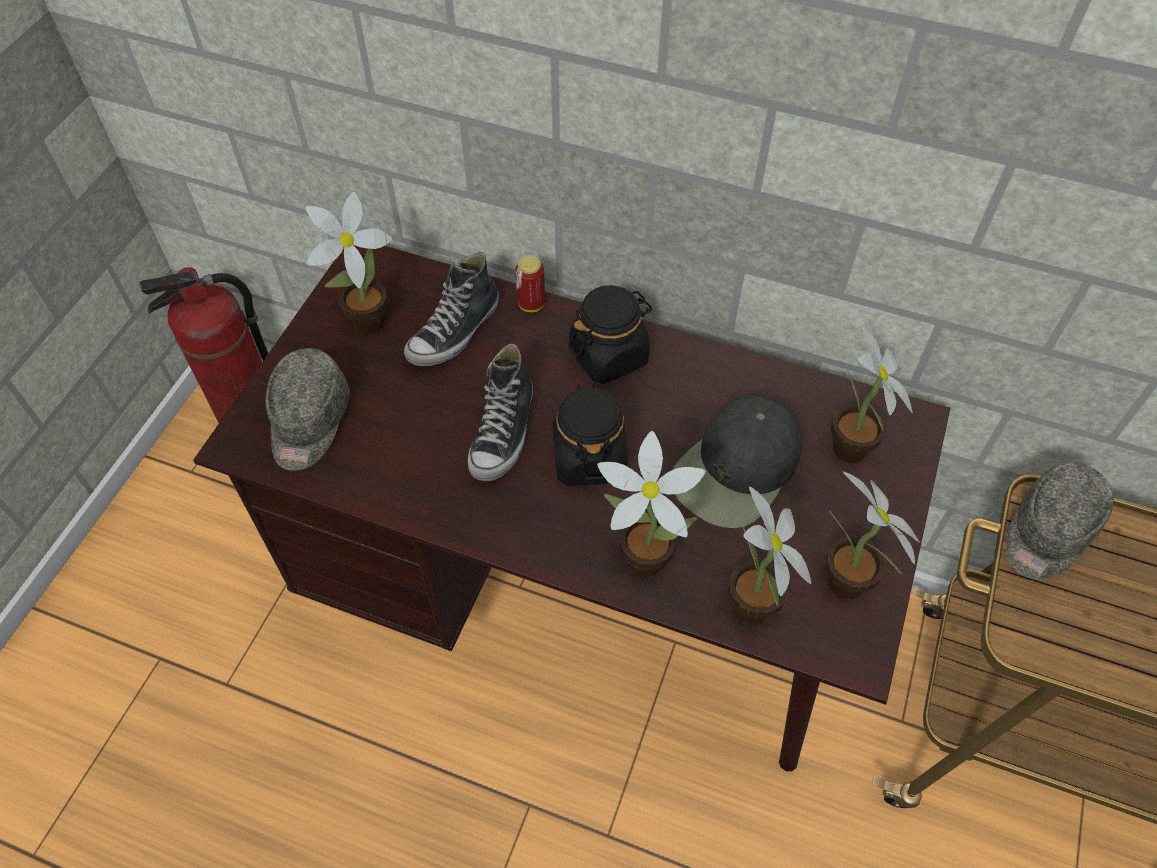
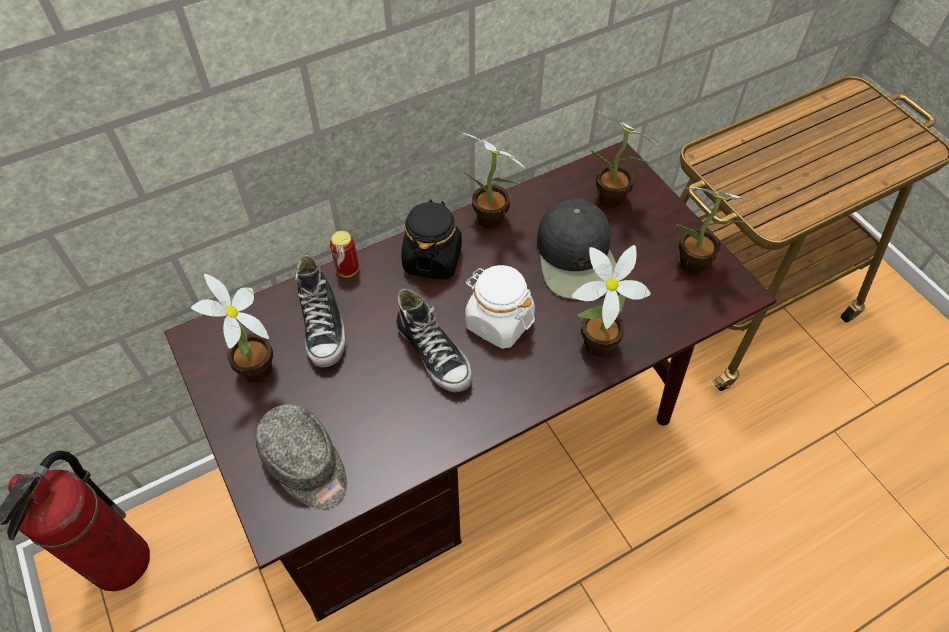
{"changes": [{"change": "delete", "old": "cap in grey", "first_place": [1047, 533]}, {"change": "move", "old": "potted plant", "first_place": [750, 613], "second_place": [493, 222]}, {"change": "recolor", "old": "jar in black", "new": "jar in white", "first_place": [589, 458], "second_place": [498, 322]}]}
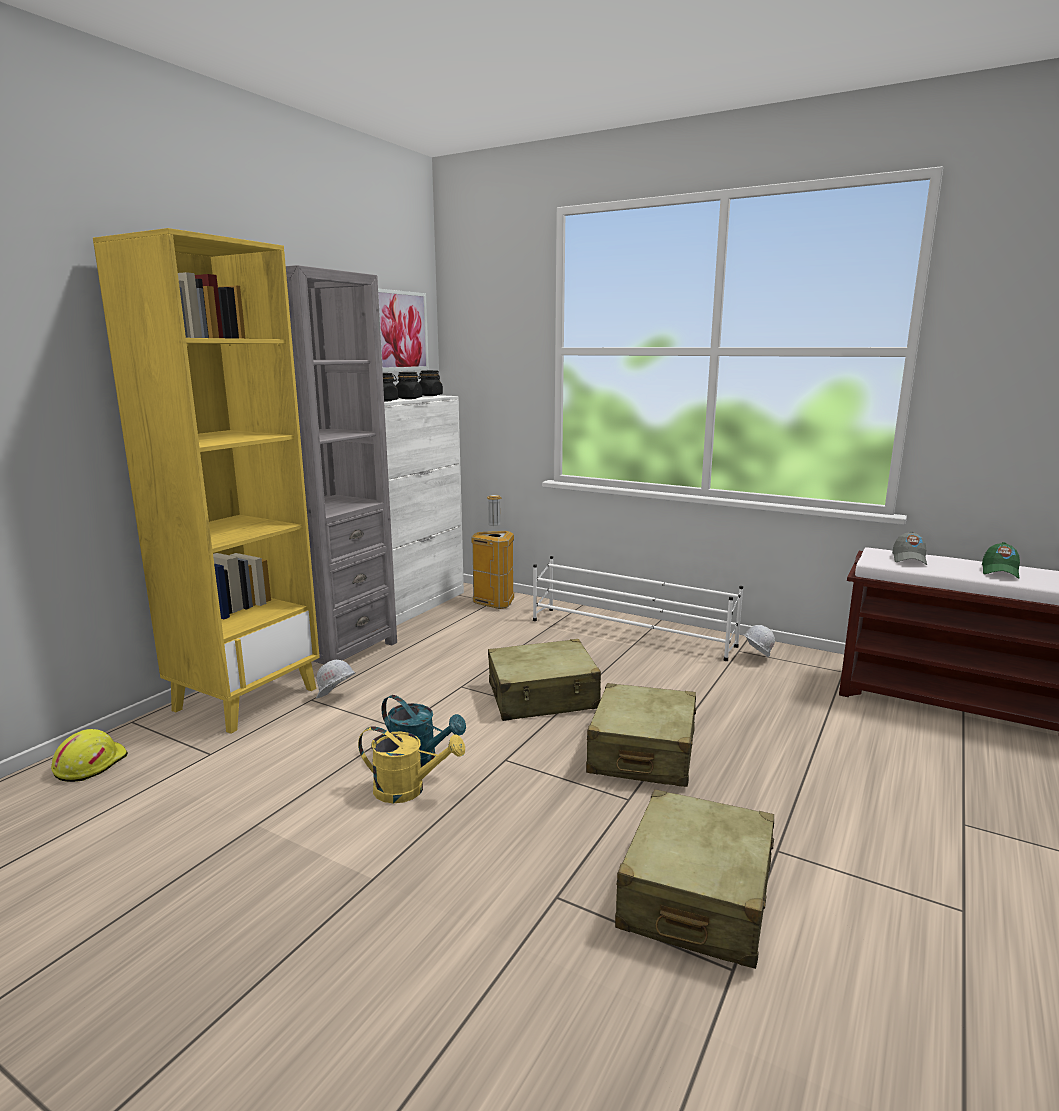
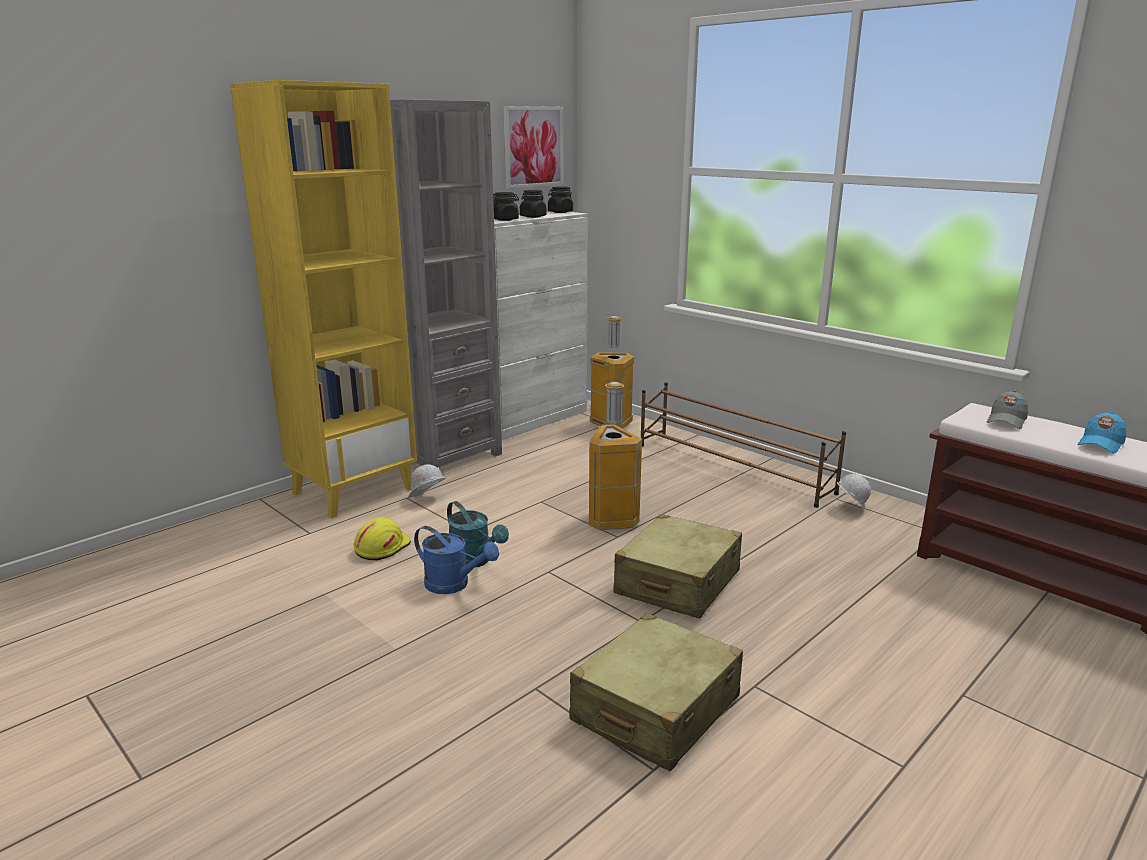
{"changes": [{"change": "move", "old": "hard hat in yellow", "first_place": [90, 764], "second_place": [381, 547]}, {"change": "replace", "old": "suitcase in beige", "new": "trash can", "first_place": [543, 697], "second_place": [611, 520]}, {"change": "recolor", "old": "watering can in yellow", "new": "watering can in blue", "first_place": [408, 790], "second_place": [454, 585]}, {"change": "recolor", "old": "shoe rack in white", "new": "shoe rack in brown", "first_place": [631, 633], "second_place": [732, 468]}, {"change": "recolor", "old": "cap in green", "new": "cap in blue", "first_place": [999, 572], "second_place": [1100, 444]}]}
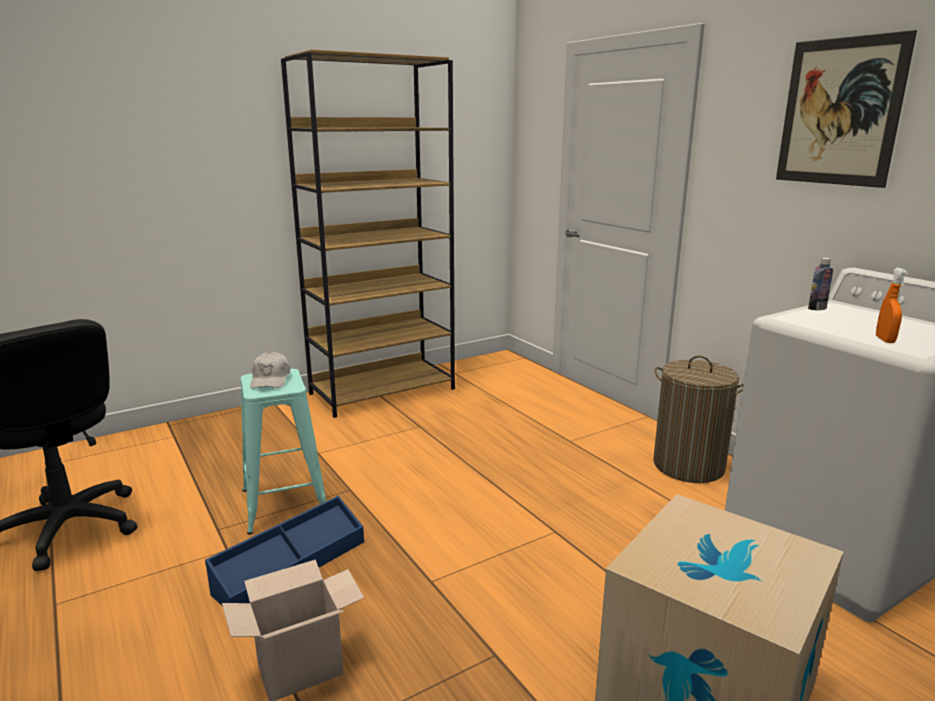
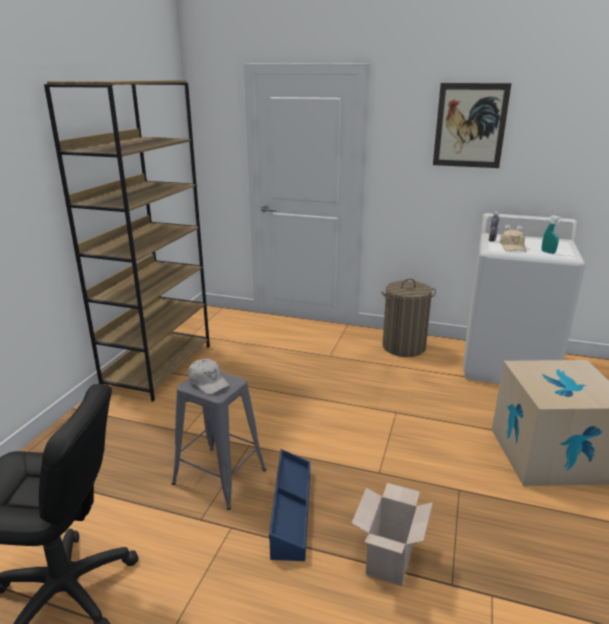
{"changes": [{"change": "insert", "new": "cap in beige", "second_place": [512, 247]}, {"change": "recolor", "old": "stool in turquoise", "new": "stool in grey", "first_place": [285, 503], "second_place": [219, 477]}, {"change": "recolor", "old": "spray bottle in orange", "new": "spray bottle in turquoise", "first_place": [885, 340], "second_place": [548, 252]}]}
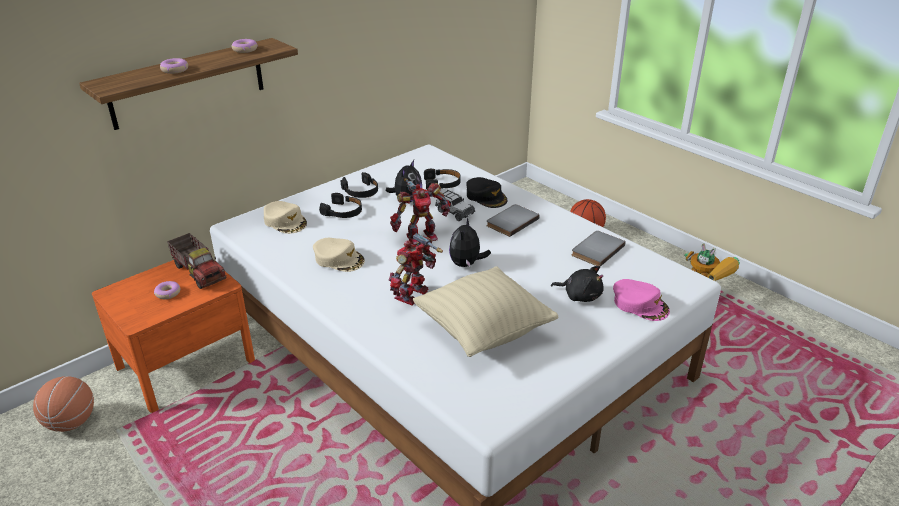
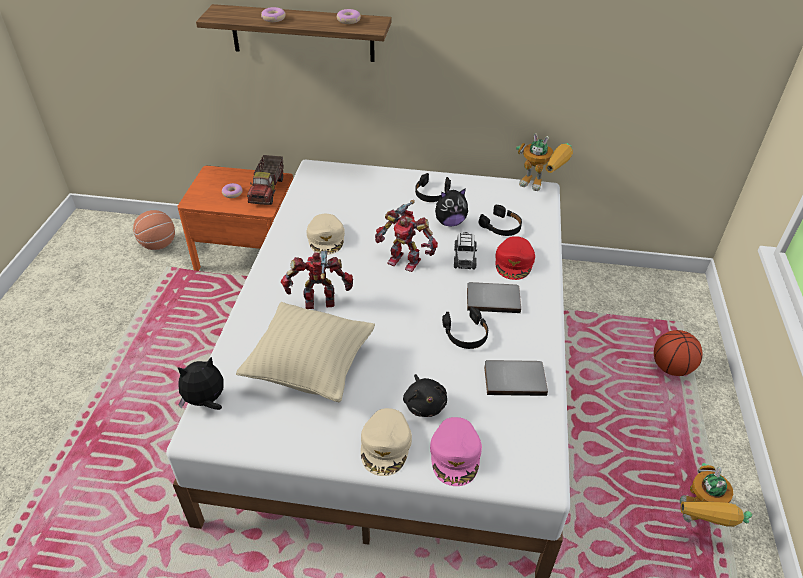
{"changes": [{"change": "insert", "new": "toy robot", "second_place": [541, 185]}, {"change": "move", "old": "cap in beige", "first_place": [285, 221], "second_place": [386, 445]}, {"change": "move", "old": "headphones in black", "first_place": [343, 211], "second_place": [466, 333]}, {"change": "move", "old": "plush toy", "first_place": [466, 264], "second_place": [206, 401]}, {"change": "recolor", "old": "cap in black", "new": "cap in red", "first_place": [486, 197], "second_place": [514, 262]}]}
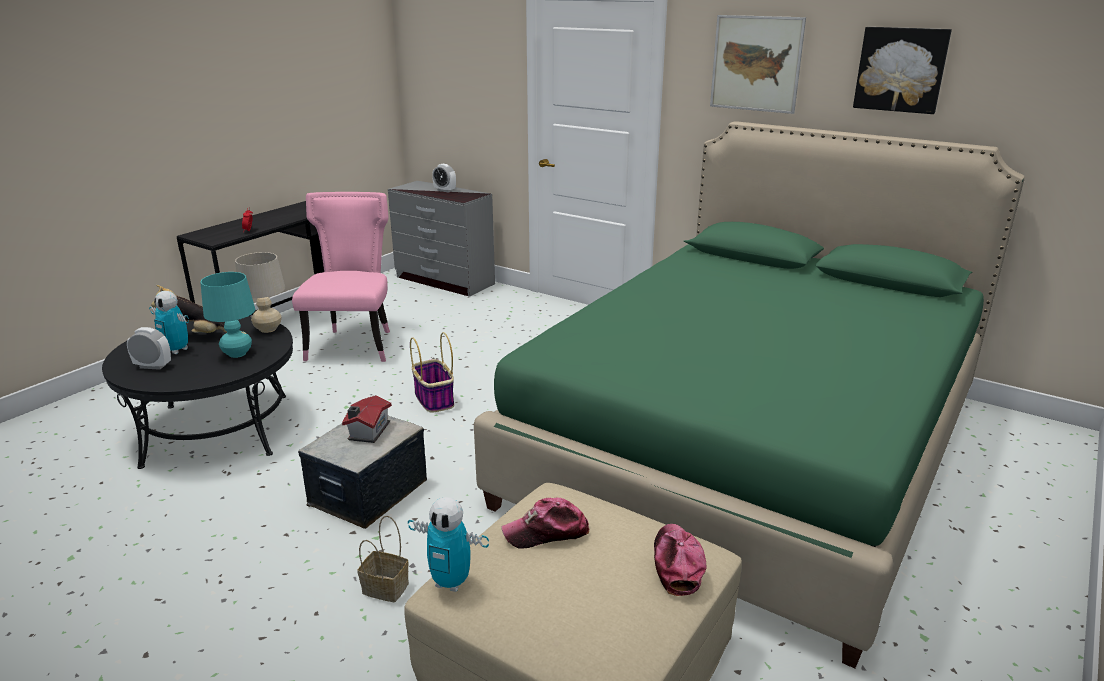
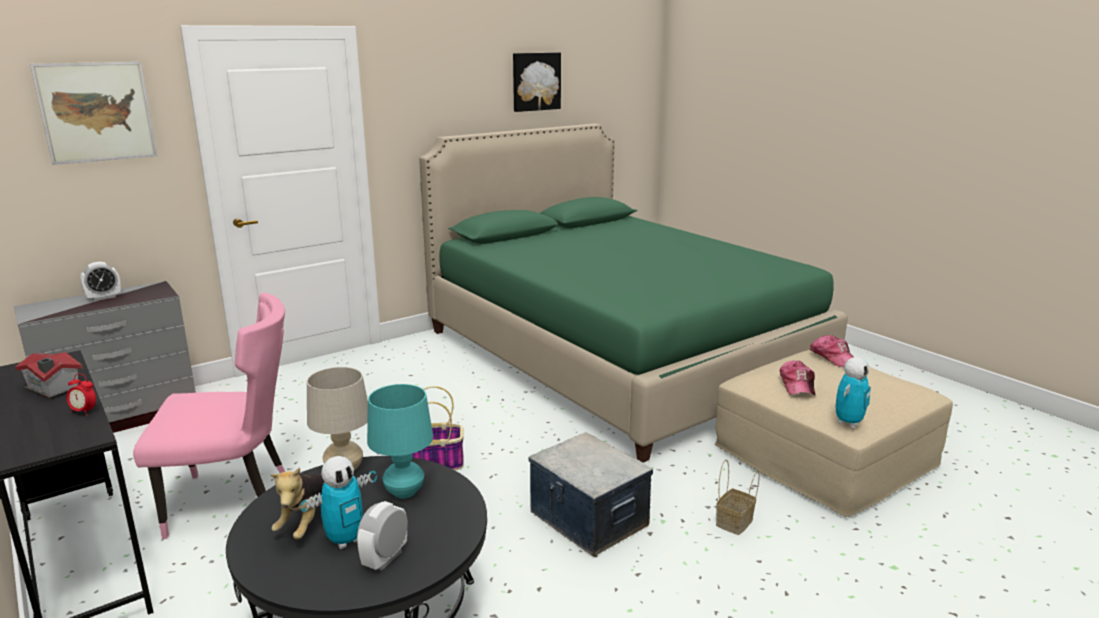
{"changes": [{"change": "move", "old": "toy house", "first_place": [367, 431], "second_place": [53, 389]}, {"change": "move", "old": "picture", "first_place": [756, 64], "second_place": [96, 112]}, {"change": "rotate", "old": "chair in pink", "first_place": [354, 344], "second_place": [234, 501], "degrees": 150}, {"change": "rotate", "old": "cap", "first_place": [676, 563], "second_place": [833, 357], "degrees": -135}]}
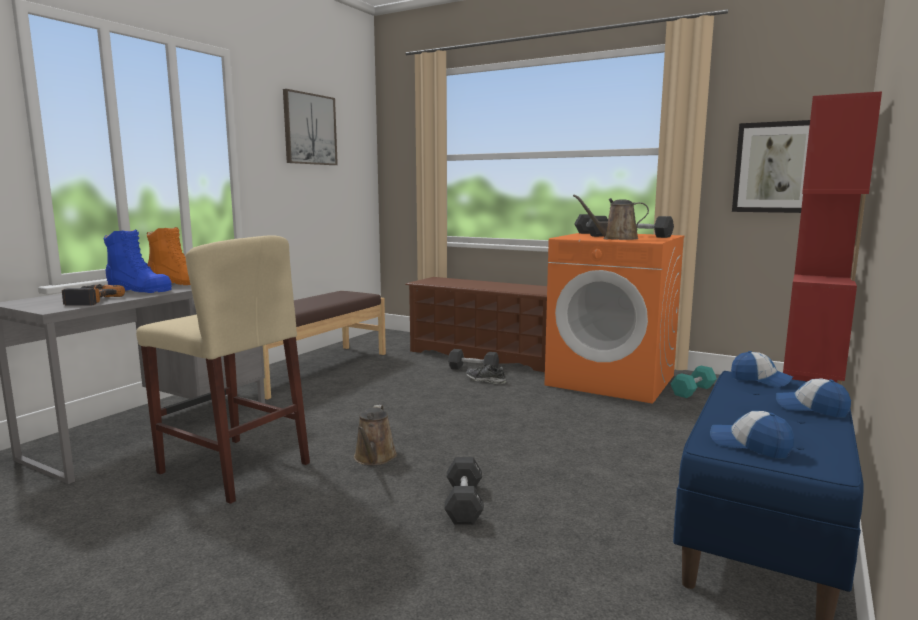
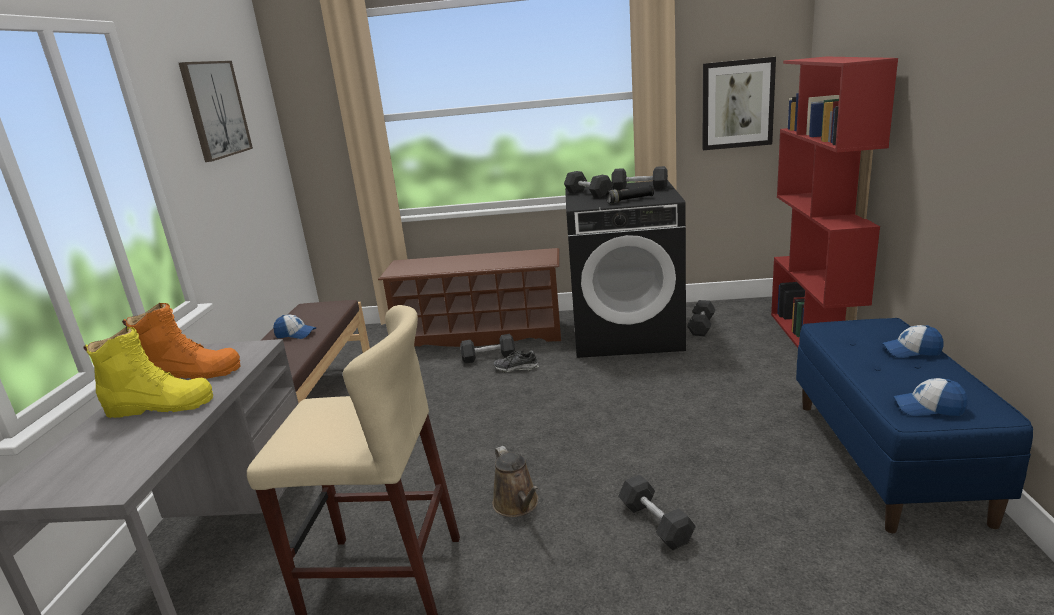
{"changes": [{"change": "delete", "old": "power drill", "first_place": [89, 300]}, {"change": "move", "old": "cap", "first_place": [760, 380], "second_place": [295, 334]}, {"change": "replace", "old": "watering can in brown", "new": "flashlight in black", "first_place": [616, 239], "second_place": [630, 200]}, {"change": "recolor", "old": "boot in blue", "new": "boot in yellow", "first_place": [139, 290], "second_place": [160, 406]}, {"change": "recolor", "old": "washing machine in orange", "new": "washing machine in black", "first_place": [612, 380], "second_place": [627, 333]}, {"change": "recolor", "old": "dumbbell in turquoise", "new": "dumbbell in black", "first_place": [693, 391], "second_place": [701, 326]}]}
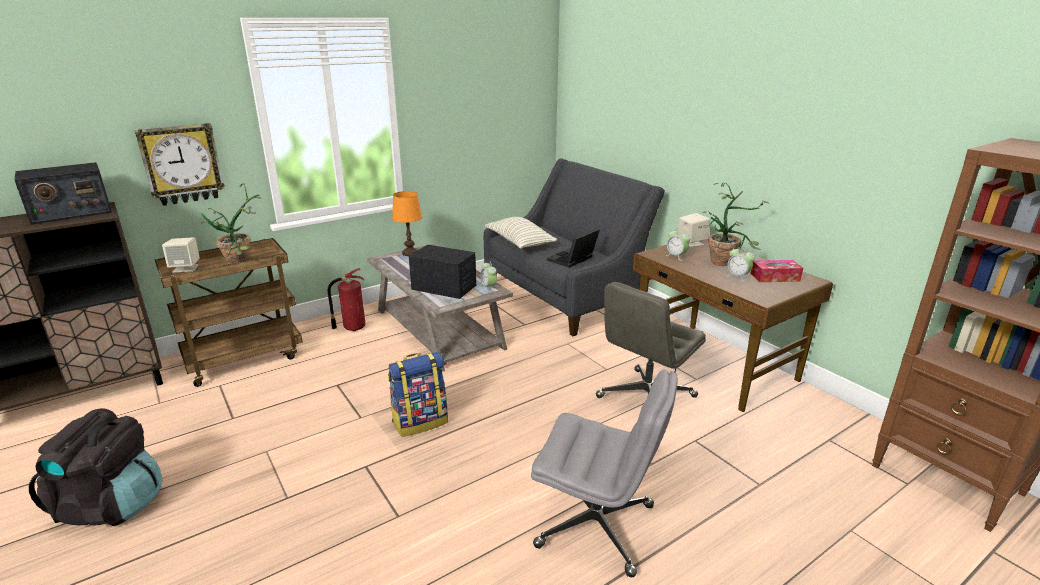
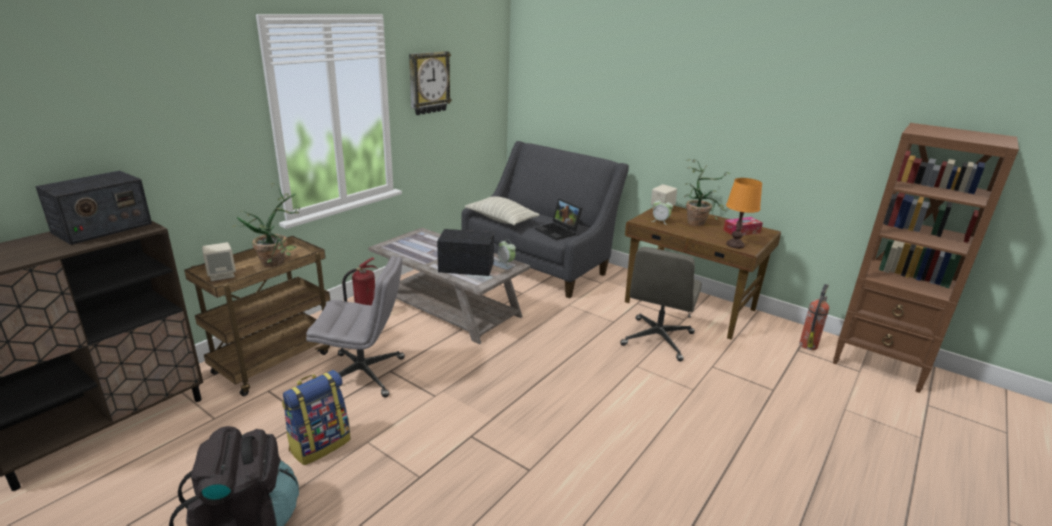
{"changes": [{"change": "delete", "old": "alarm clock", "first_place": [738, 277]}, {"change": "insert", "new": "fire extinguisher", "second_place": [808, 345]}, {"change": "move", "old": "wall clock", "first_place": [182, 164], "second_place": [428, 82]}, {"change": "move", "old": "backpack", "first_place": [420, 422], "second_place": [320, 444]}, {"change": "move", "old": "table lamp in orange", "first_place": [410, 253], "second_place": [735, 245]}, {"change": "move", "old": "office chair in grey", "first_place": [597, 526], "second_place": [364, 375]}, {"change": "rotate", "old": "laptop", "first_place": [572, 260], "second_place": [559, 231], "degrees": -60}]}
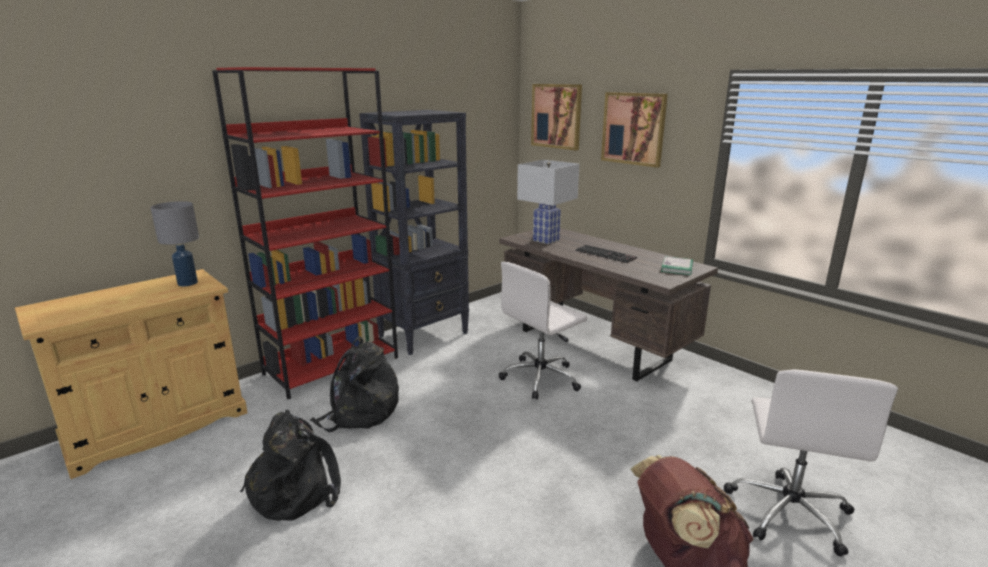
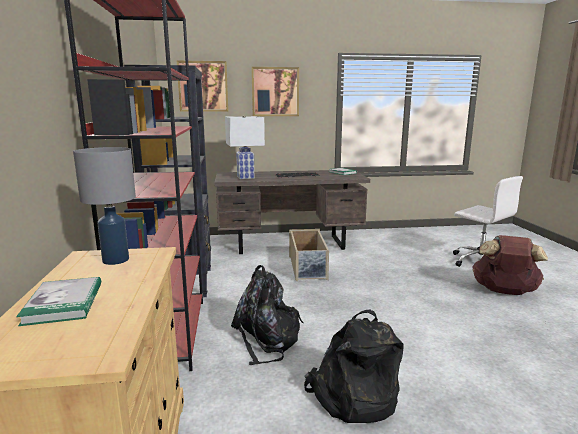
{"changes": [{"change": "insert", "new": "book", "second_place": [64, 303]}, {"change": "replace", "old": "office chair in white", "new": "storage box in beige", "first_place": [541, 378], "second_place": [308, 268]}]}
